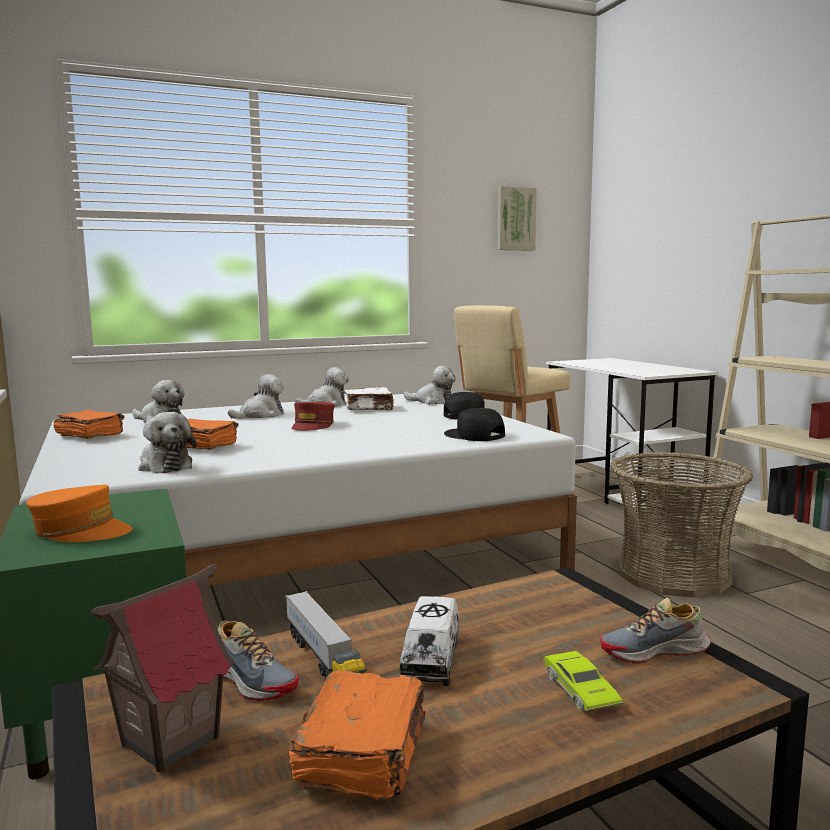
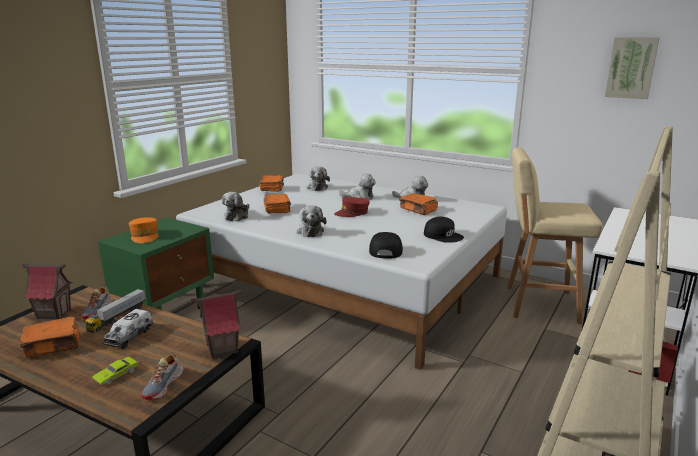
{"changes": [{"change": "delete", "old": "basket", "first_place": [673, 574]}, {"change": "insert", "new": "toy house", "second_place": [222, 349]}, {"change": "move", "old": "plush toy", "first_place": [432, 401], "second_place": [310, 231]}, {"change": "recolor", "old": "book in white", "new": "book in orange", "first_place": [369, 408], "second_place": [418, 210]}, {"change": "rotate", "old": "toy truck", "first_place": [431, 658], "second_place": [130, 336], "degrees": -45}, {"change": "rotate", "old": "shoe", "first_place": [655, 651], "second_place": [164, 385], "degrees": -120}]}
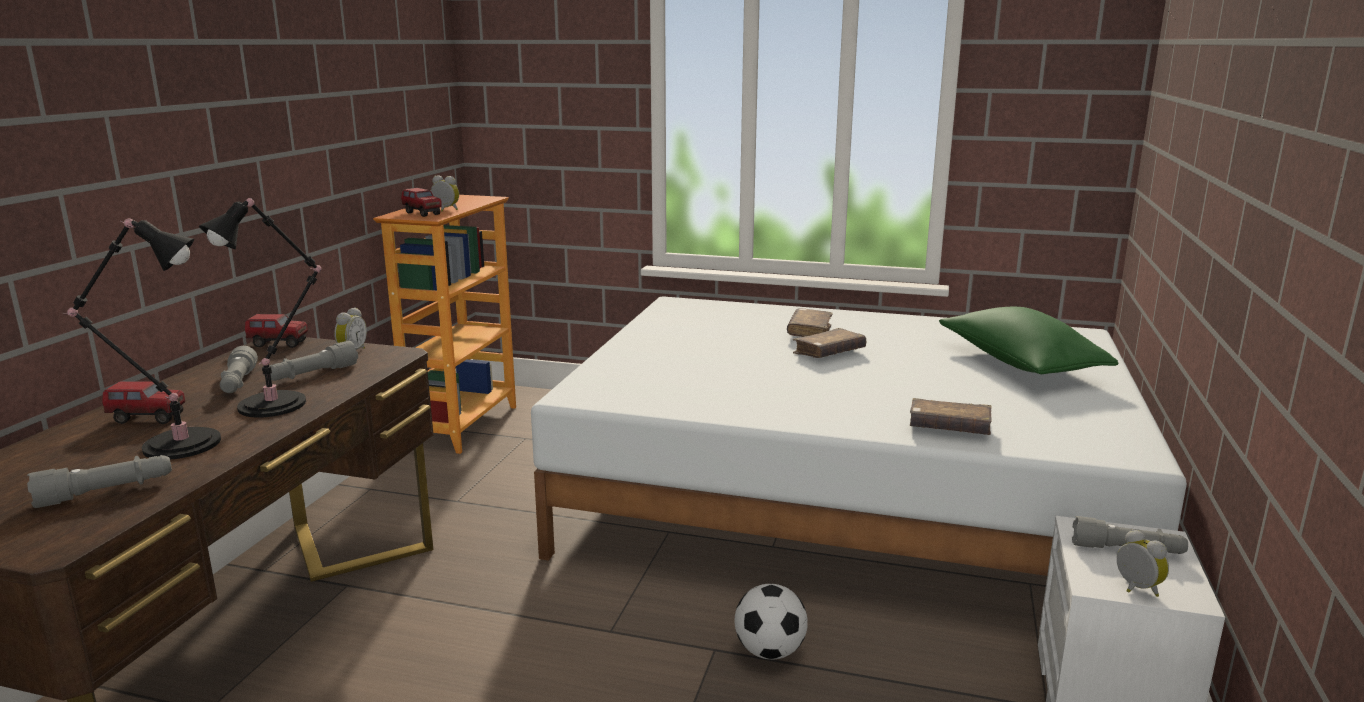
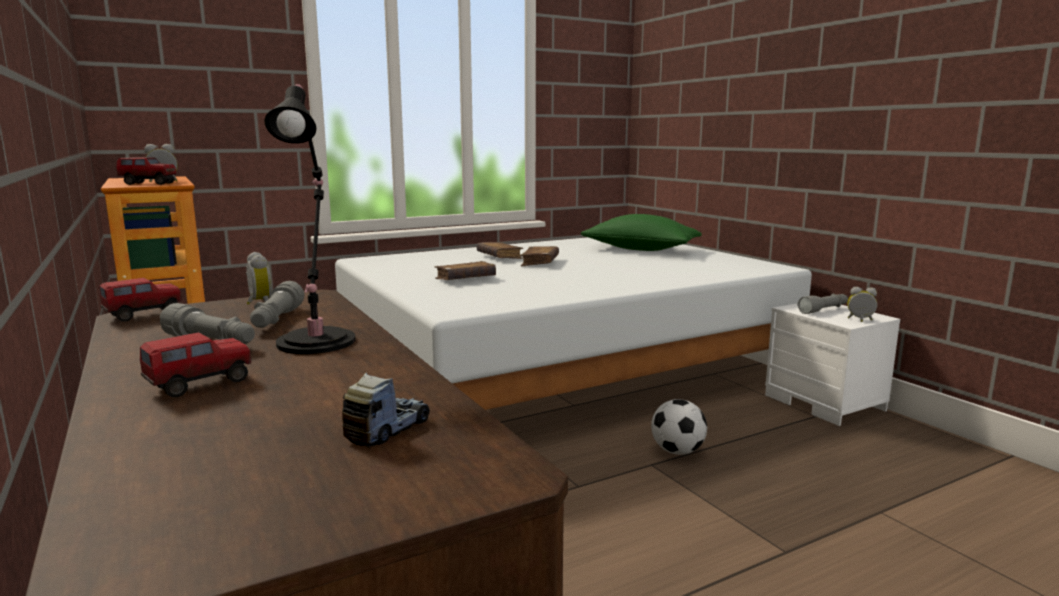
{"changes": [{"change": "delete", "old": "table lamp in black", "first_place": [175, 444]}, {"change": "move", "old": "book in brown", "first_place": [949, 428], "second_place": [465, 279]}, {"change": "replace", "old": "flashlight in grey", "new": "toy truck", "first_place": [106, 492], "second_place": [387, 429]}]}
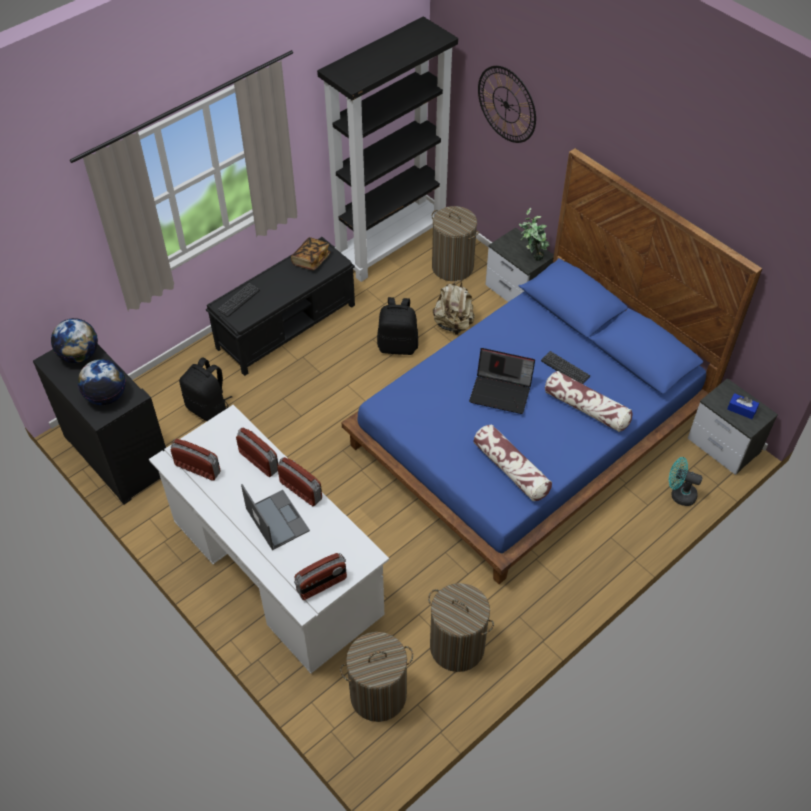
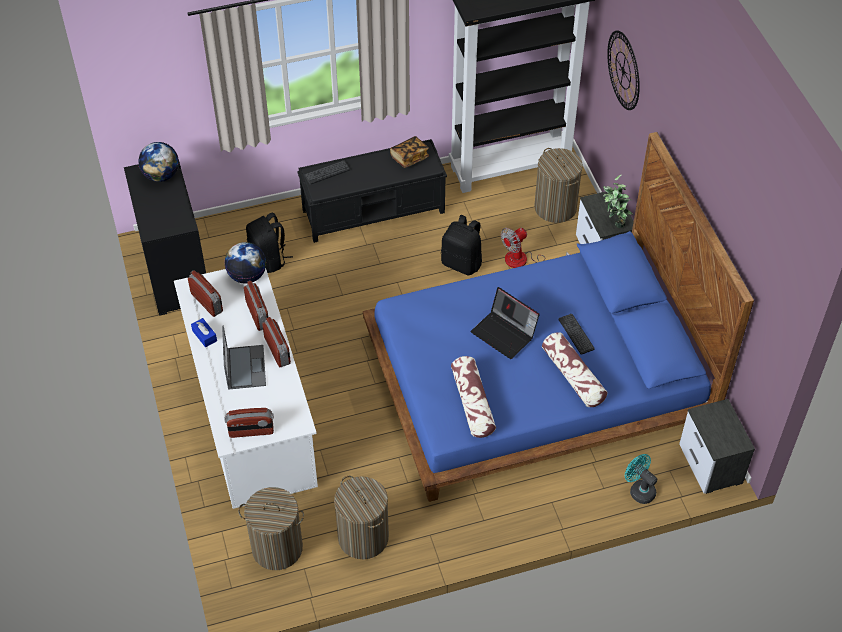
{"changes": [{"change": "move", "old": "globe", "first_place": [106, 396], "second_place": [247, 275]}, {"change": "move", "old": "tissue box in blue", "first_place": [741, 409], "second_place": [204, 336]}, {"change": "replace", "old": "backpack in beige", "new": "fan", "first_place": [453, 324], "second_place": [524, 261]}]}
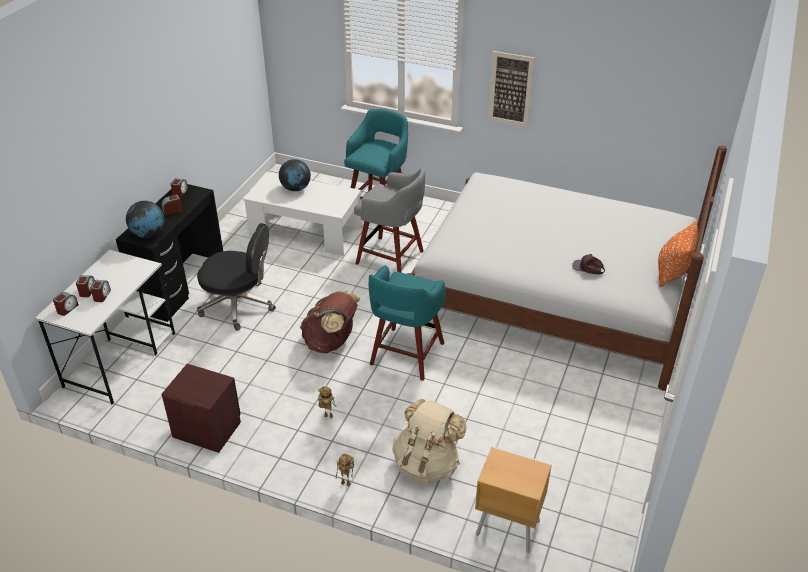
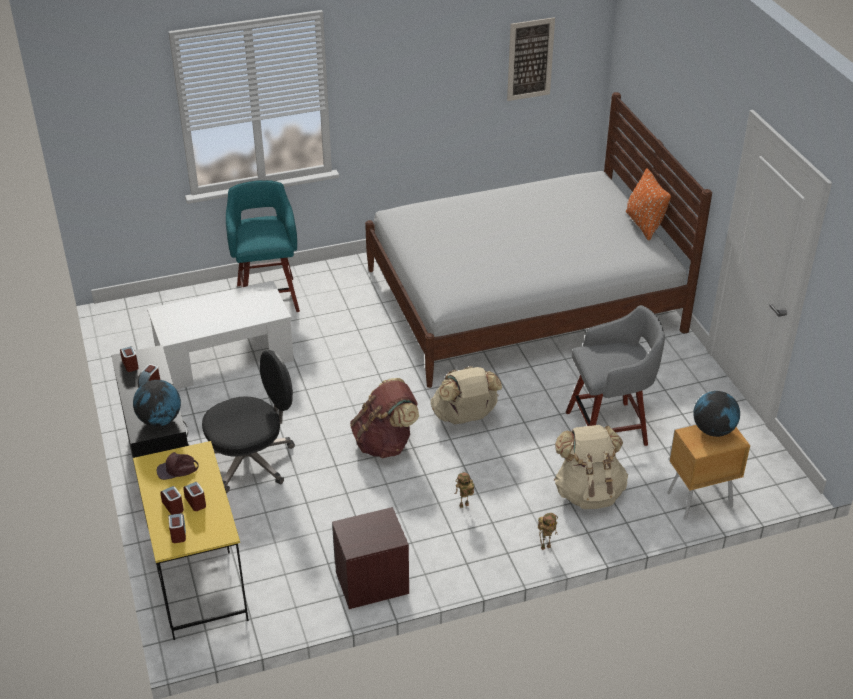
{"changes": [{"change": "move", "old": "globe", "first_place": [296, 188], "second_place": [713, 430]}, {"change": "move", "old": "stool in grey", "first_place": [391, 258], "second_place": [609, 428]}, {"change": "move", "old": "picture", "first_place": [510, 89], "second_place": [530, 59]}, {"change": "move", "old": "cap in brown", "first_place": [588, 268], "second_place": [177, 469]}, {"change": "replace", "old": "stool in turquoise", "new": "backpack in beige", "first_place": [406, 355], "second_place": [464, 417]}, {"change": "recolor", "old": "desk in white", "new": "desk in yellow", "first_place": [121, 359], "second_place": [198, 577]}]}
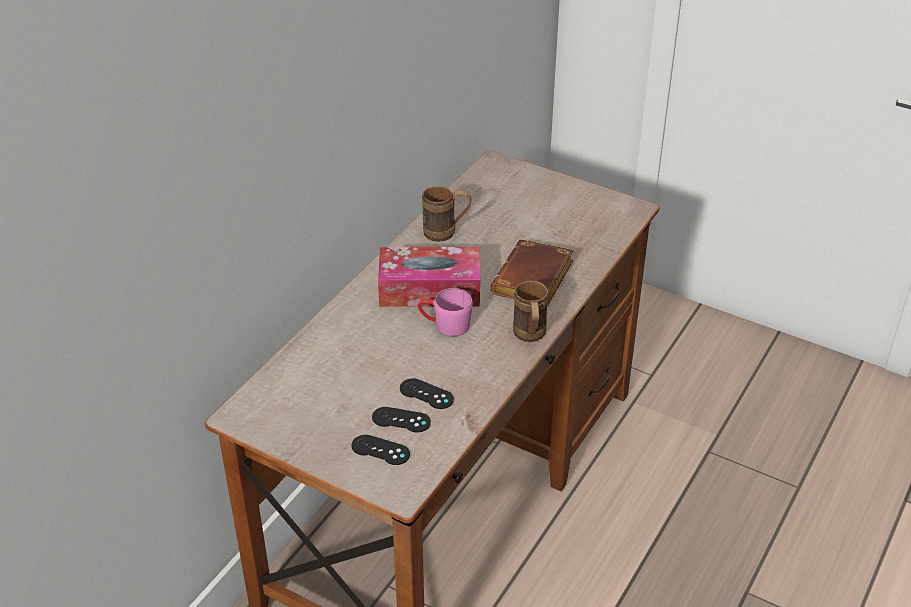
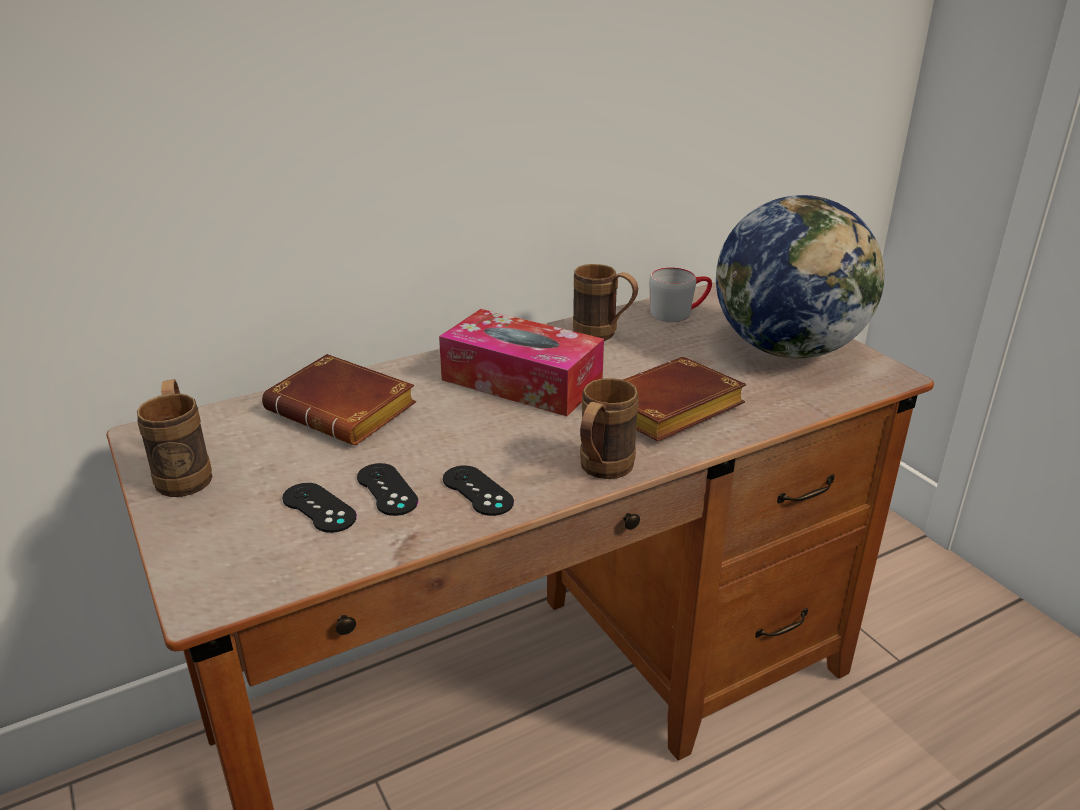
{"changes": [{"change": "delete", "old": "mug in pink", "first_place": [444, 325]}, {"change": "insert", "new": "mug in brown", "second_place": [185, 473]}, {"change": "insert", "new": "book in brown", "second_place": [347, 410]}, {"change": "insert", "new": "mug in grey", "second_place": [679, 312]}, {"change": "insert", "new": "globe", "second_place": [788, 349]}, {"change": "move", "old": "game controller in black", "first_place": [380, 450], "second_place": [477, 491]}]}
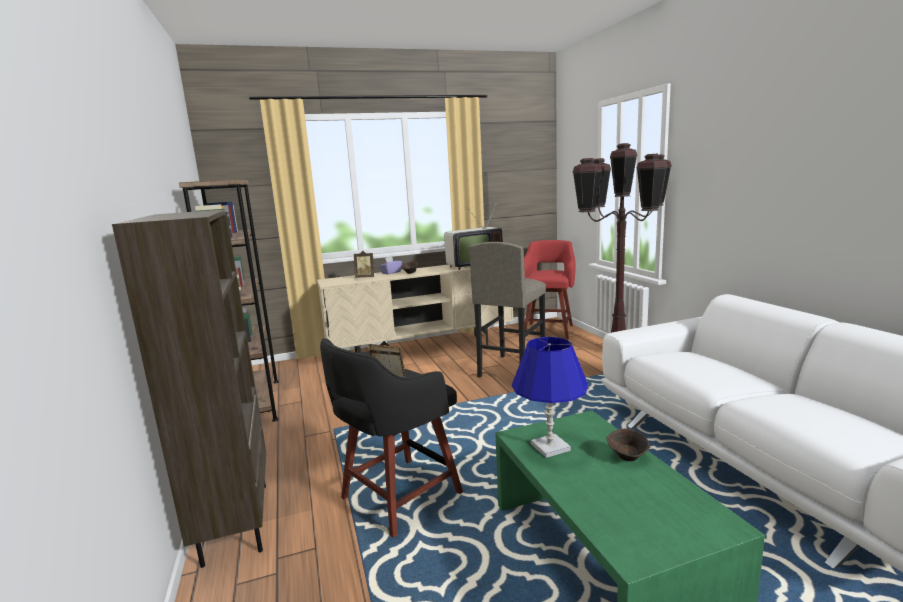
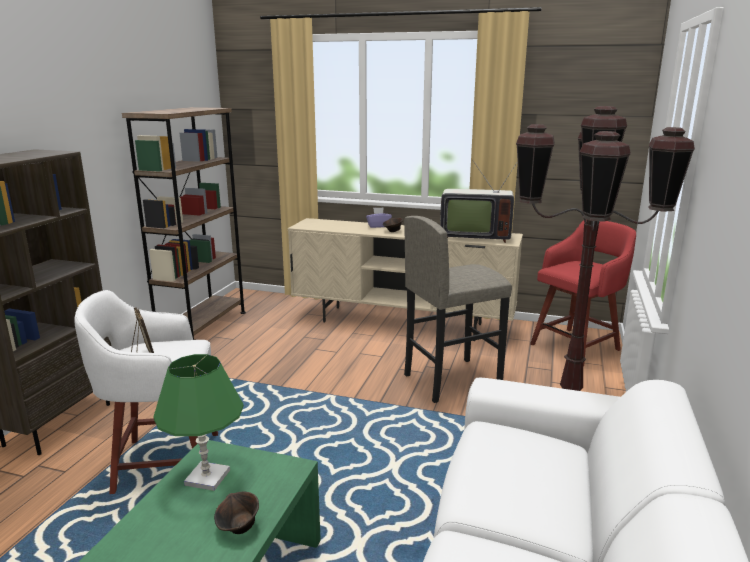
{"changes": [{"change": "delete", "old": "picture frame", "first_place": [365, 277]}, {"change": "recolor", "old": "stool in black", "new": "stool in white", "first_place": [398, 497], "second_place": [163, 462]}, {"change": "recolor", "old": "table lamp in blue", "new": "table lamp in green", "first_place": [550, 447], "second_place": [207, 477]}]}
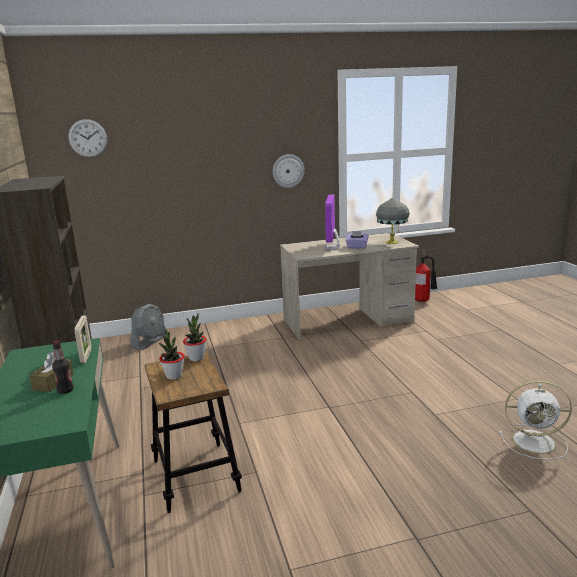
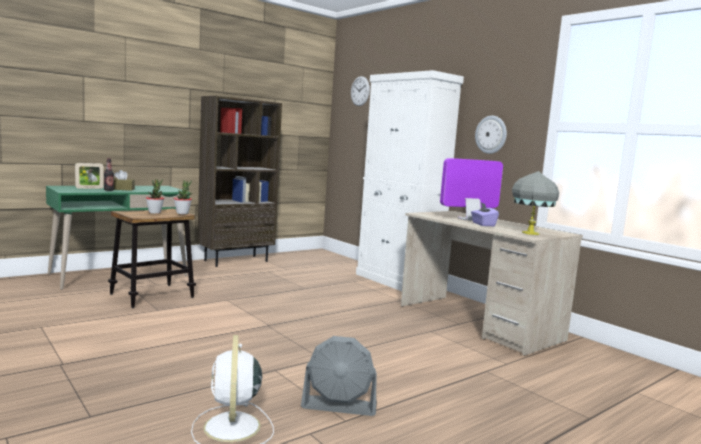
{"changes": [{"change": "delete", "old": "fire extinguisher", "first_place": [424, 300]}, {"change": "insert", "new": "cabinet in white", "second_place": [397, 281]}, {"change": "move", "old": "picture frame", "first_place": [86, 356], "second_place": [89, 188]}, {"change": "move", "old": "fan in grey", "first_place": [149, 342], "second_place": [339, 406]}]}
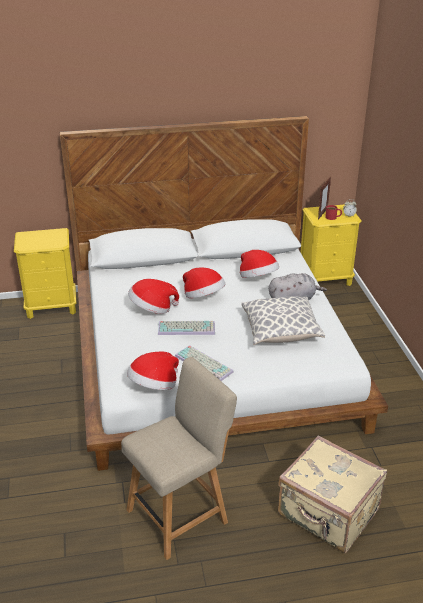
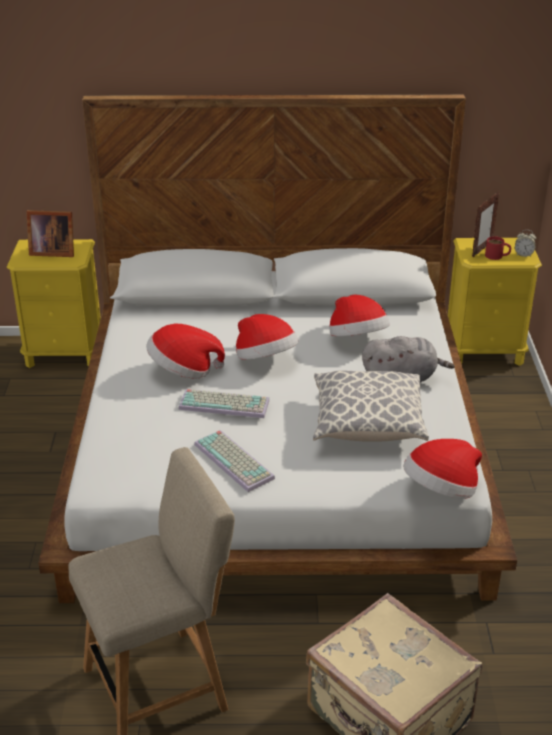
{"changes": [{"change": "insert", "new": "picture frame", "second_place": [52, 251]}, {"change": "move", "old": "hat", "first_place": [154, 386], "second_place": [441, 491]}]}
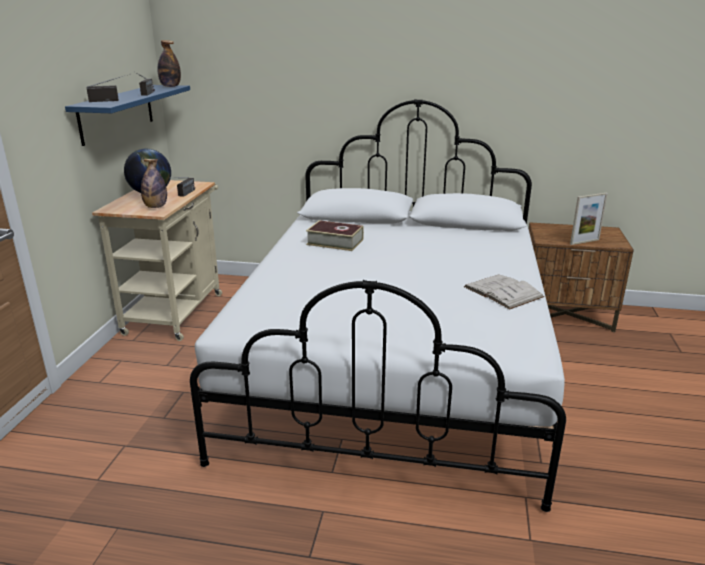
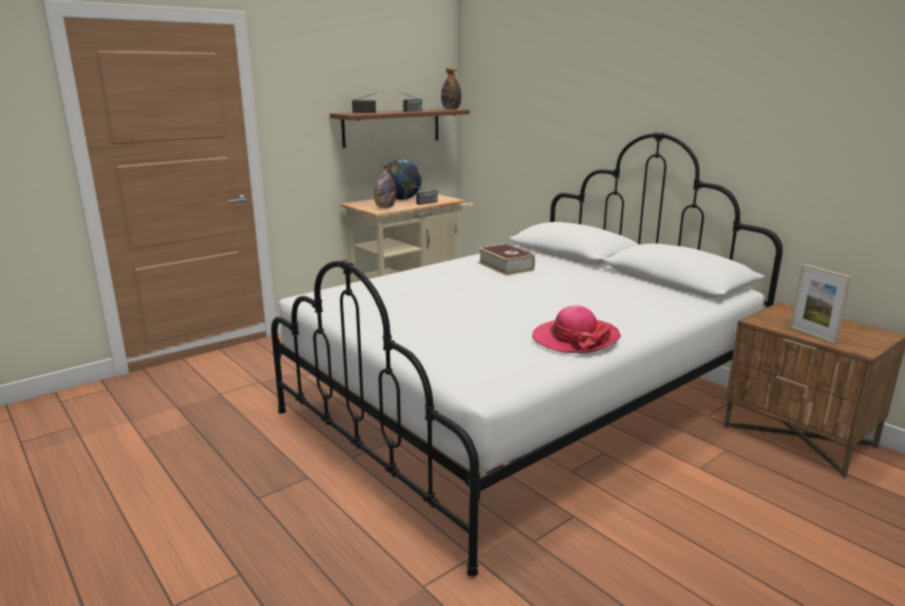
{"changes": [{"change": "replace", "old": "book in white", "new": "hat", "first_place": [503, 292], "second_place": [575, 338]}, {"change": "recolor", "old": "shelf in blue", "new": "shelf in brown", "first_place": [117, 113], "second_place": [392, 127]}, {"change": "rotate", "old": "picture frame", "first_place": [584, 242], "second_place": [812, 335], "degrees": 45}]}
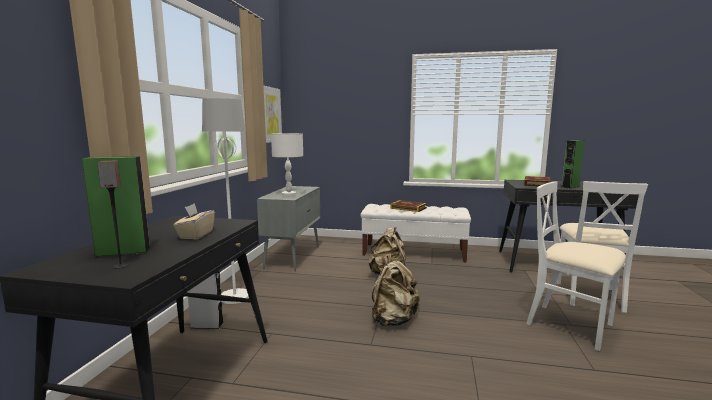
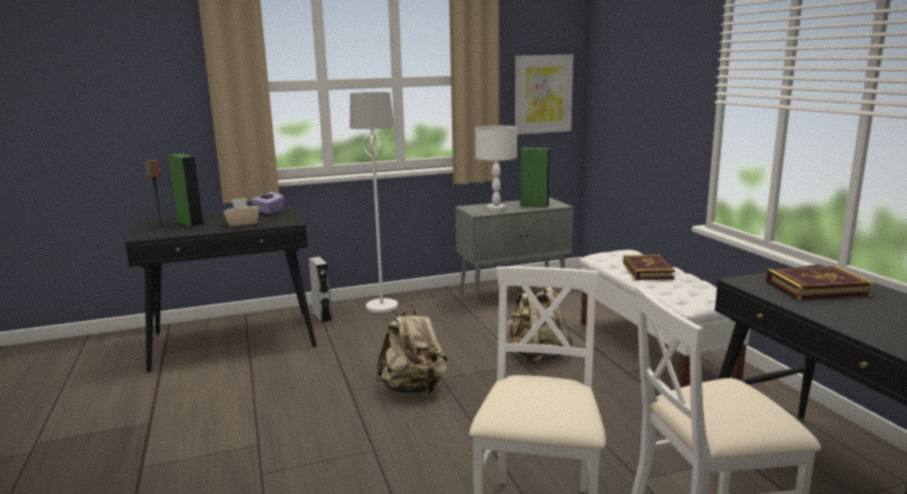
{"changes": [{"change": "insert", "new": "tissue box in purple", "second_place": [268, 211]}, {"change": "move", "old": "speaker in green", "first_place": [570, 187], "second_place": [534, 205]}]}
